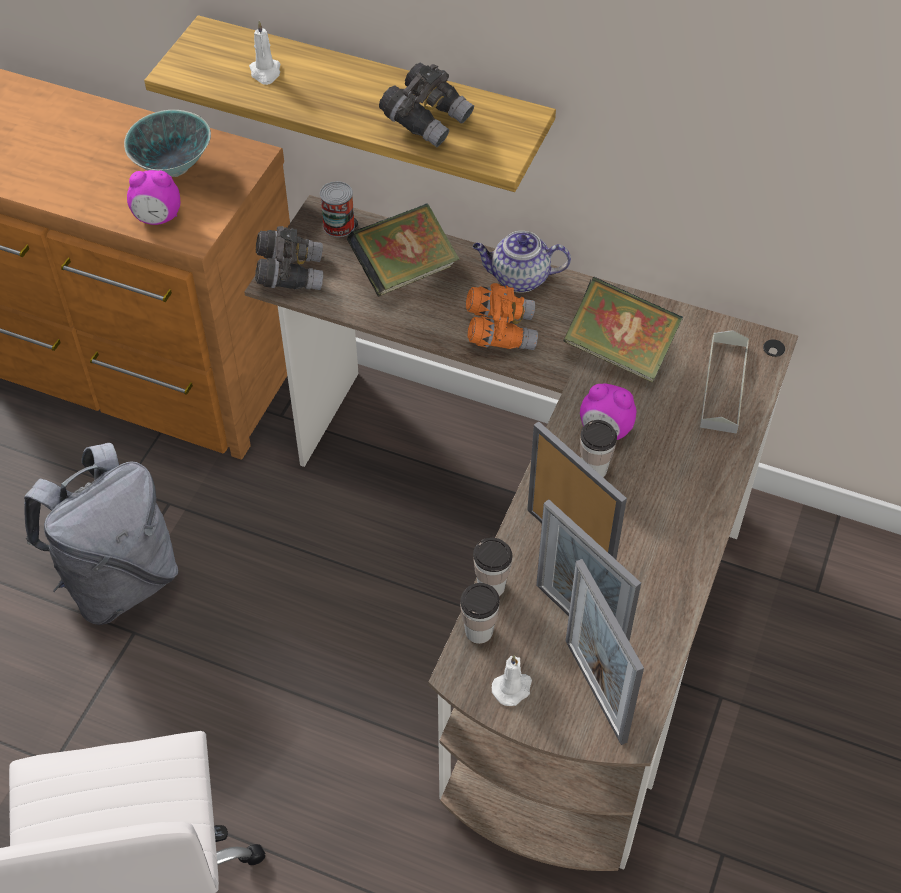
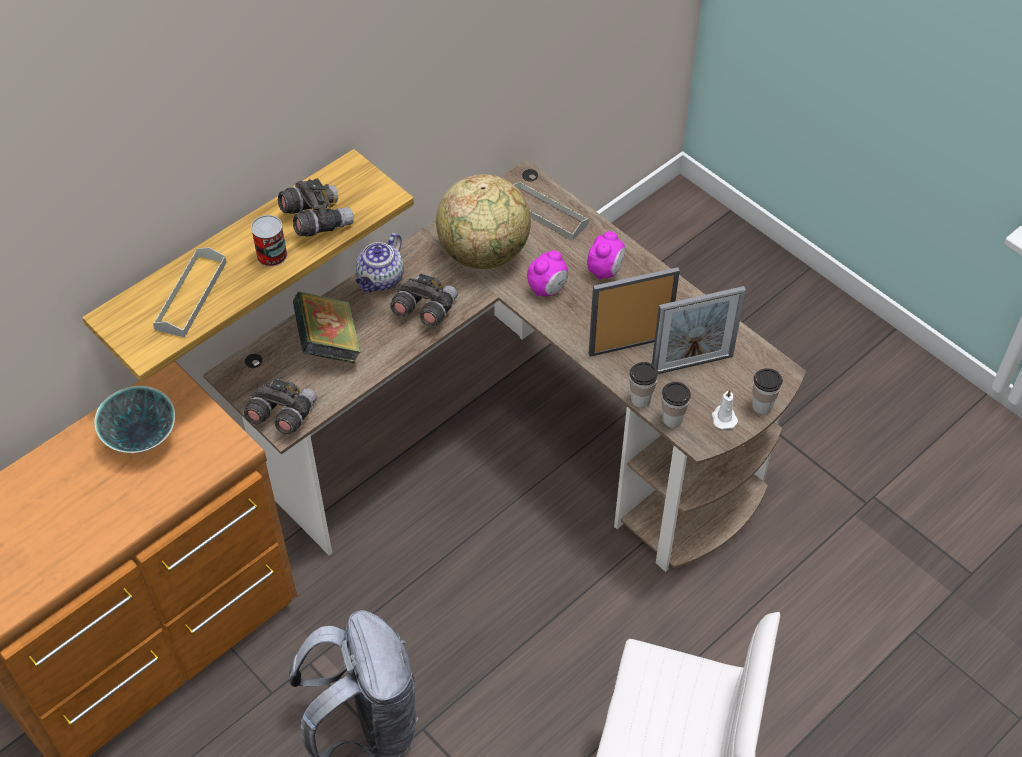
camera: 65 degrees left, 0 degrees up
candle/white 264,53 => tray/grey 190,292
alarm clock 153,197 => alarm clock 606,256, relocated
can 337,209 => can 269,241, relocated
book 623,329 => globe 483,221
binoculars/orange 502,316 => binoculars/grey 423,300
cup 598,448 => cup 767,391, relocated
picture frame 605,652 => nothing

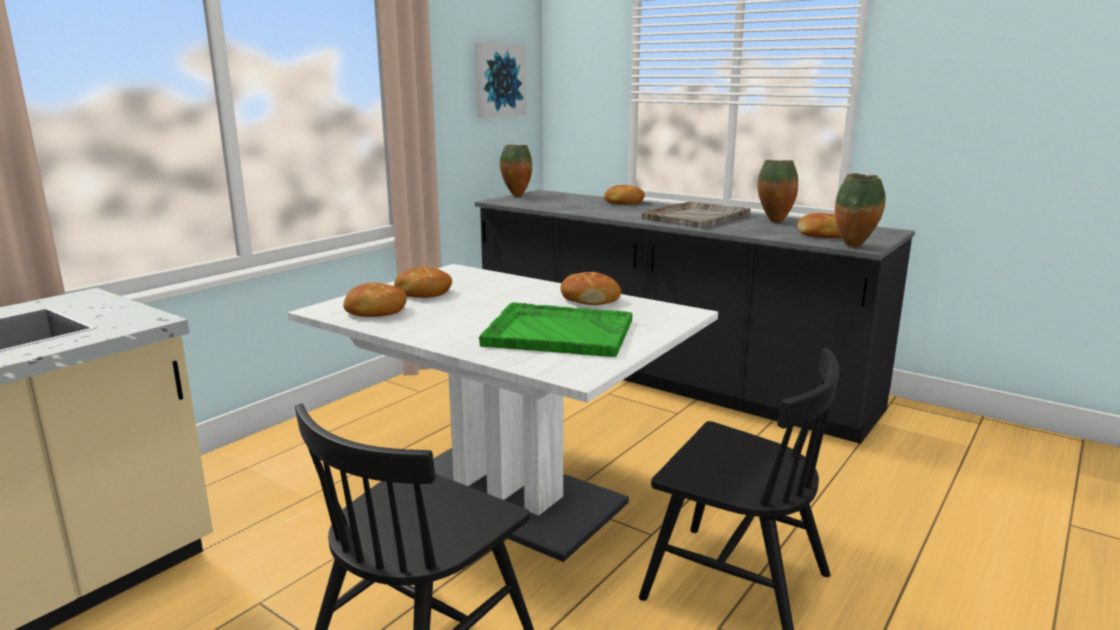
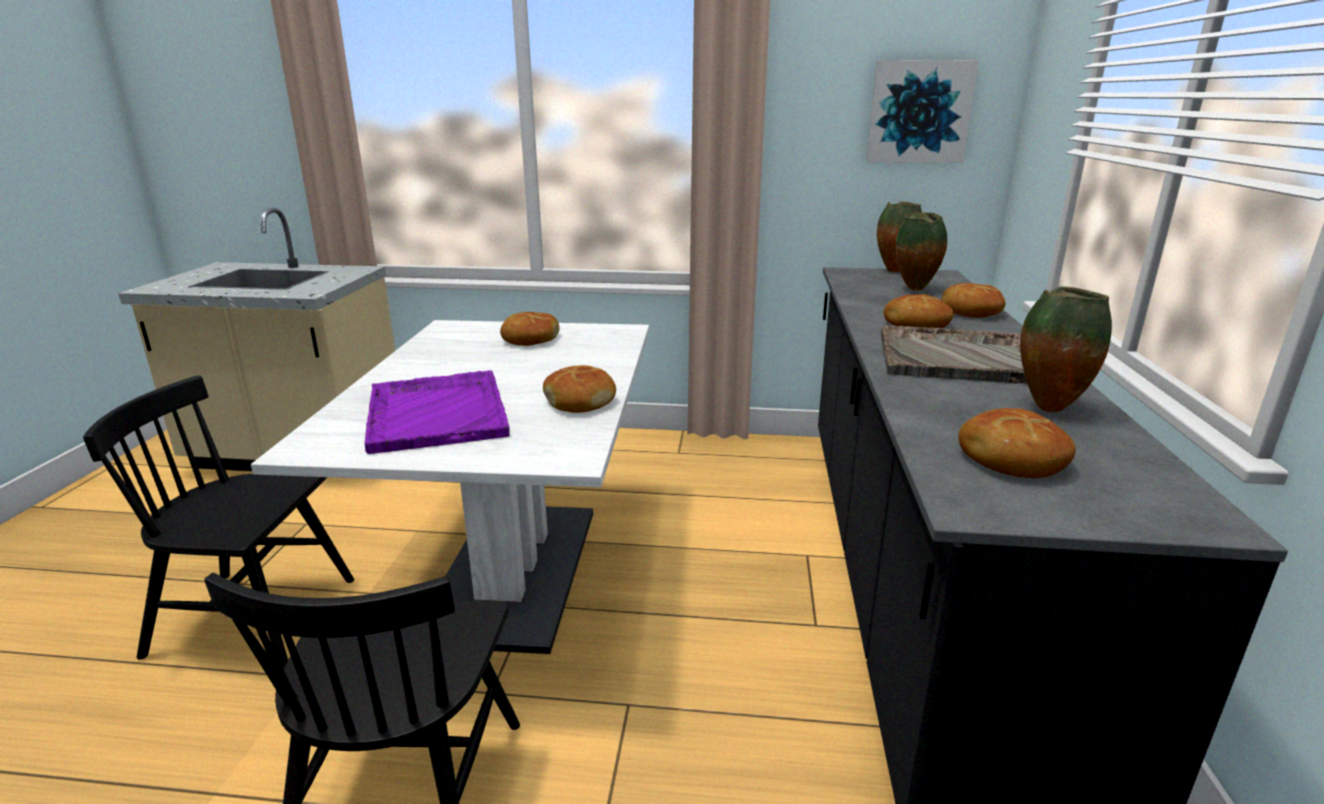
camera: 60 degrees right, 5 degrees up
vase 860,210 => vase 921,251, relocated
bread 375,300 => bread 919,311, relocated
tray/green 556,329 => tray/purple 437,412

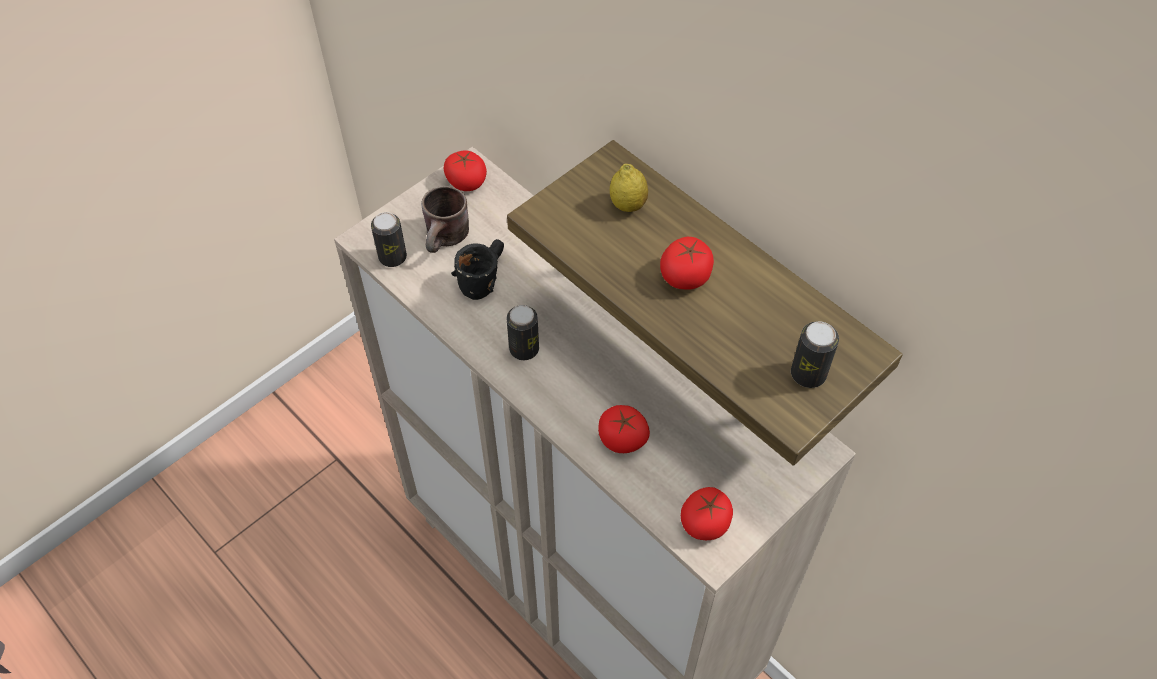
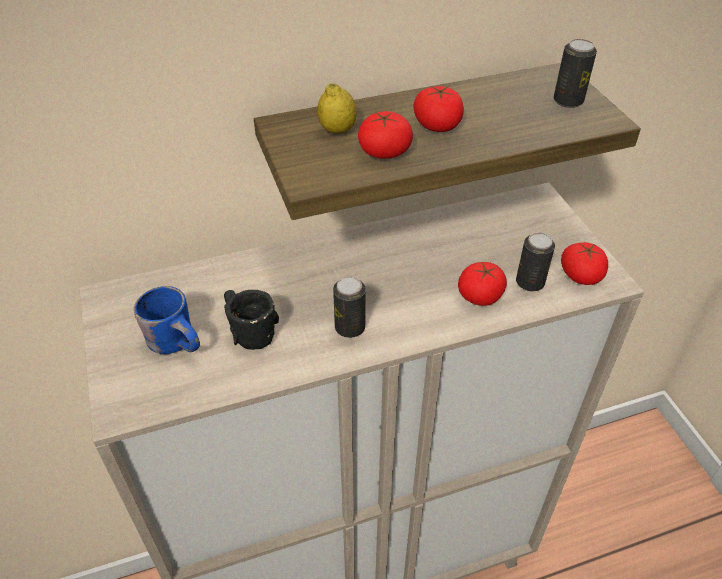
camera: 65 degrees left, 10 degrees down
tomato 465,170 => tomato 385,135, relocated
mug/brown 445,219 => mug/blue 167,320
can 389,239 => can 535,262, relocated

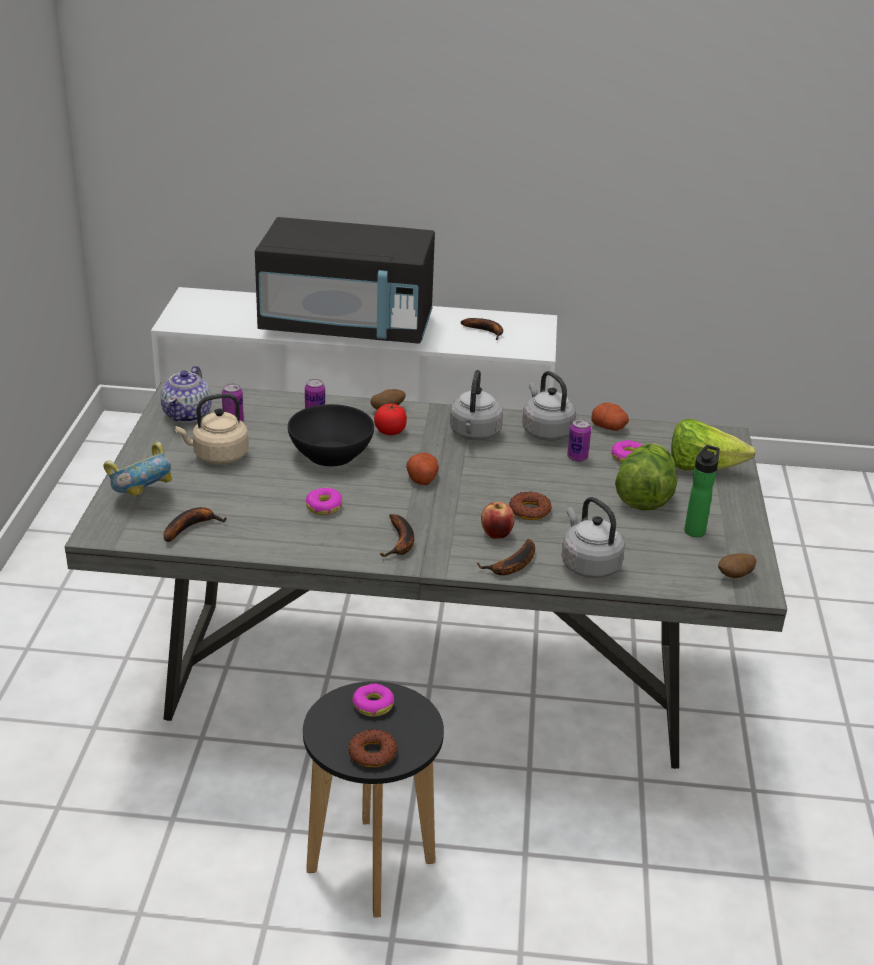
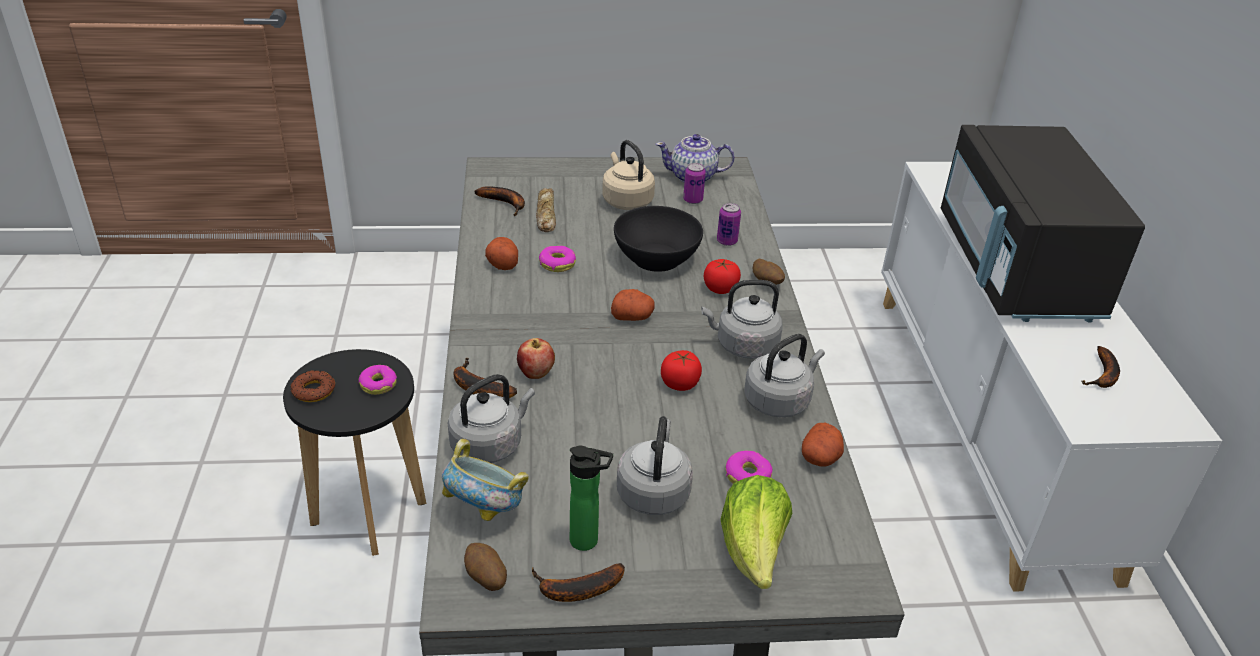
camera: 80 degrees right, 5 degrees up
can 579,440 => nothing
bowl 137,469 => bowl 485,480, relocated
lettuce 646,477 => kettle/grey 655,465
donut 530,505 => nothing
banana 397,535 => banana 578,582, relocated
nothing => bread 546,210
nothing => potato 501,253
nothing => tomato 681,370

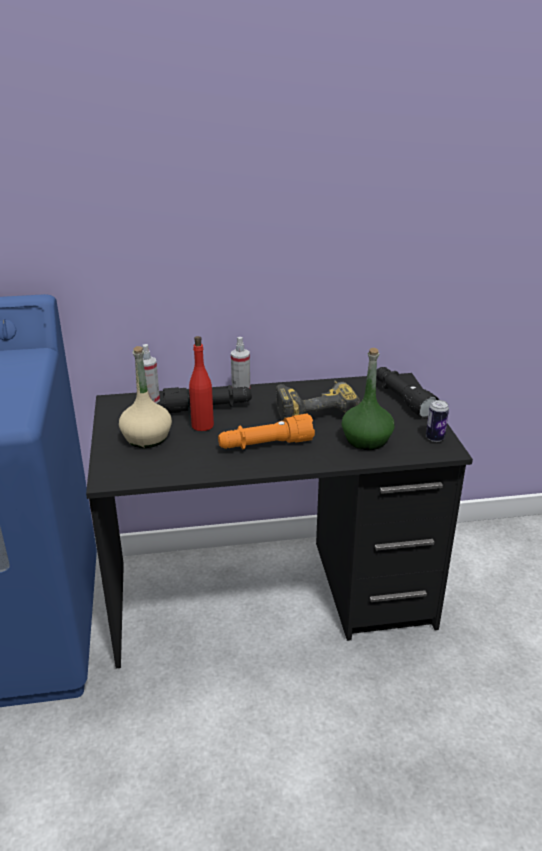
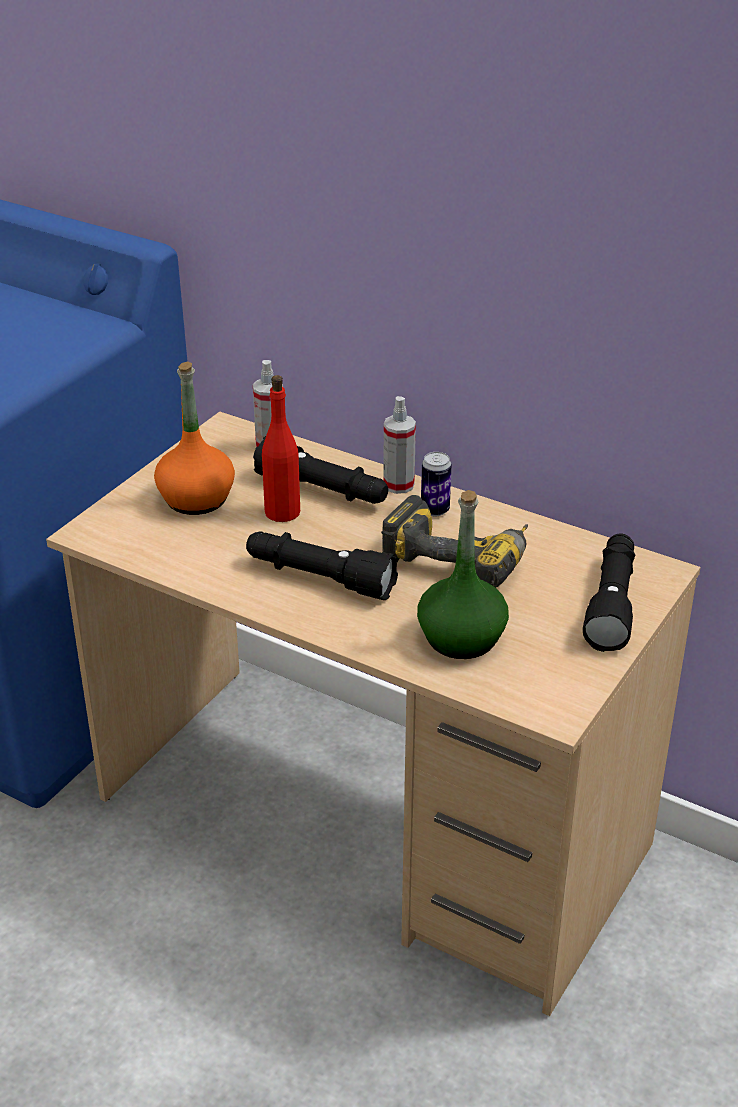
camera: 40 degrees right, 5 degrees up
bottle/beige 145,397 => bottle/orange 194,438
desk/black 279,520 => desk/beige 373,713
can 437,421 => can 436,484, relocated
flashlight/orange 266,431 => flashlight/black 322,565

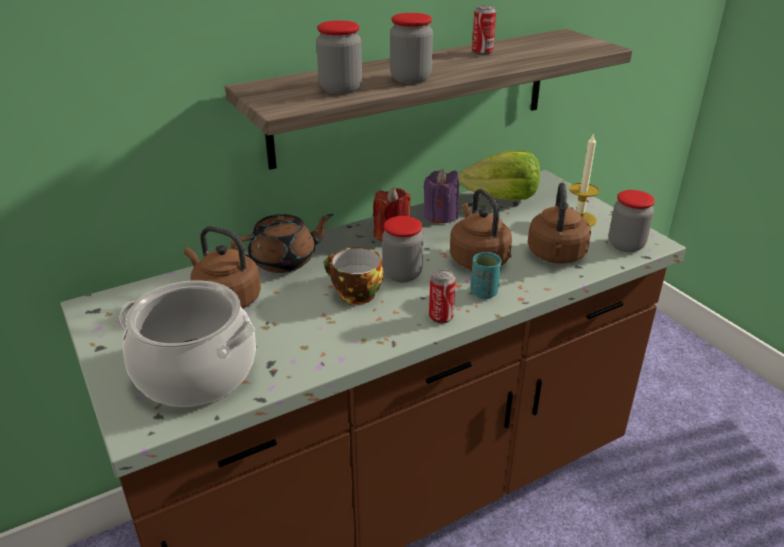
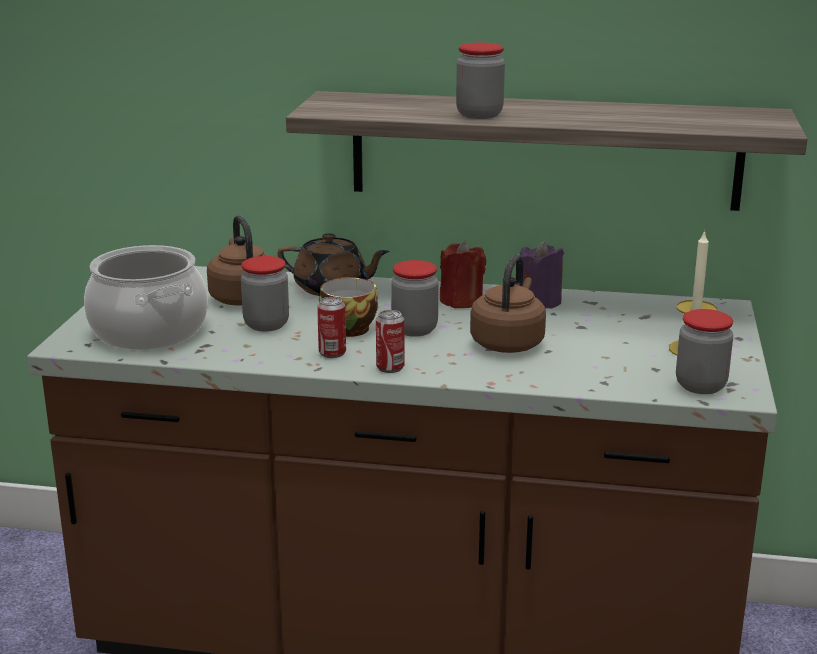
camera: 40 degrees right, 10 degrees down
can 484,30 => can 331,327, relocated
jar 339,57 => jar 265,294, relocated
lettuce 499,175 => nothing
kettle/brown 559,223 => nothing
cup/turquoise 485,275 => nothing

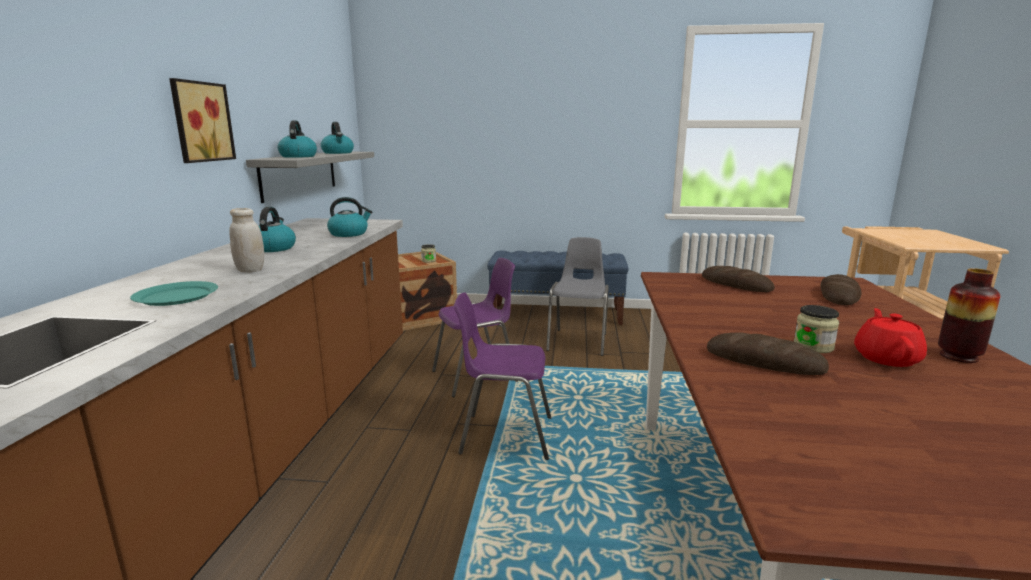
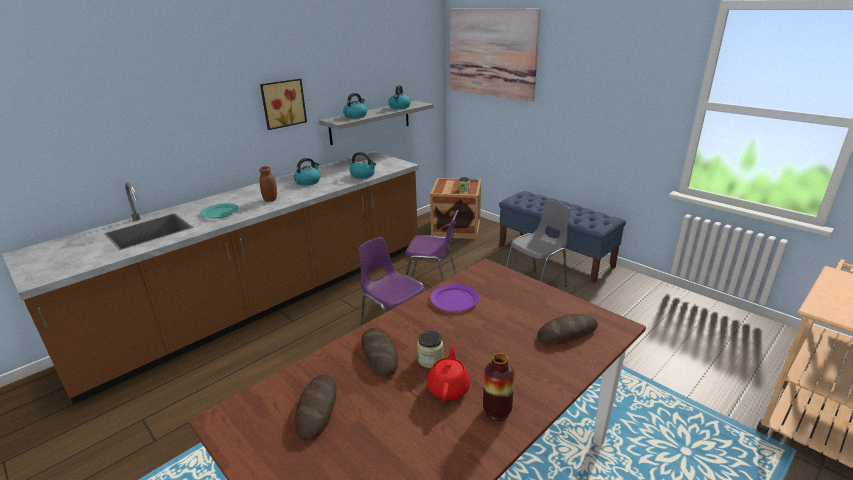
camera: 40 degrees right, 10 degrees up
jar/white 246,240 => jar/brown 268,184
bread 738,279 => bread 315,408, relocated
teapot/red 890,337 => teapot/red 448,373, 45 degrees counterclockwise
nothing => picture 495,54
nothing => plate/purple 455,297

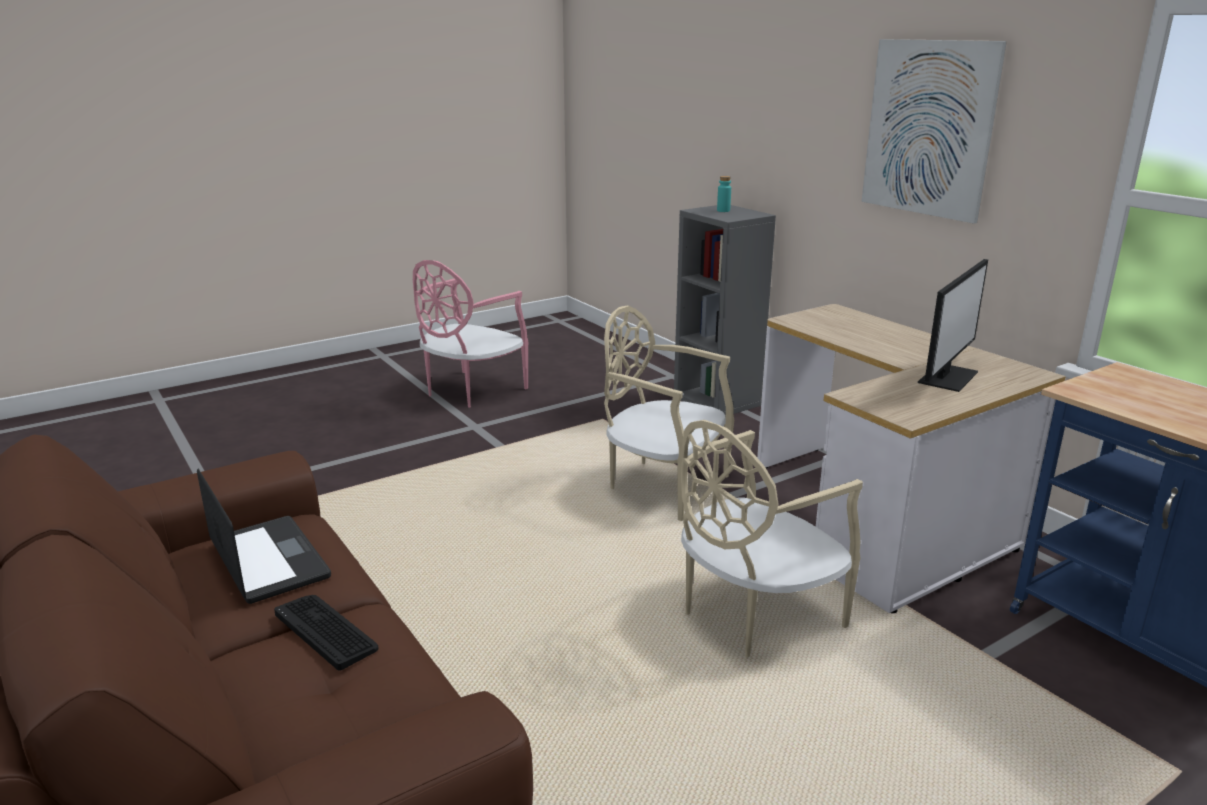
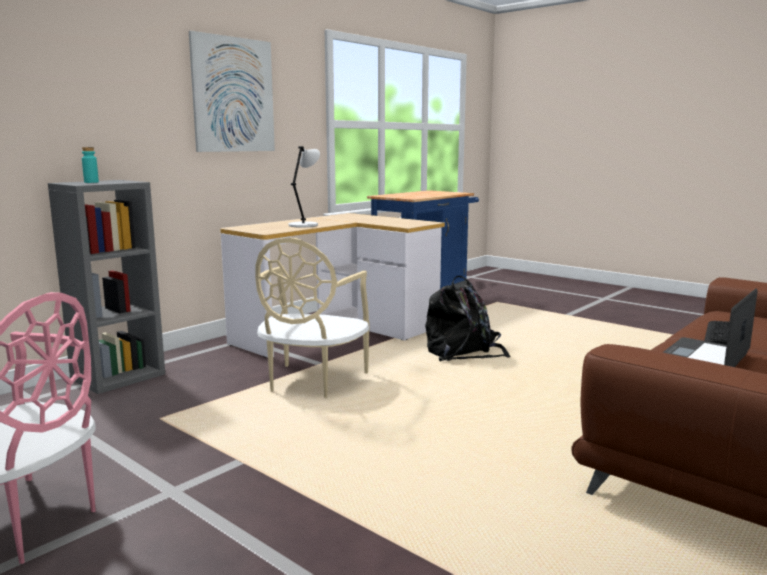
camera: 105 degrees left, 10 degrees down
monitor 953,325 => nothing
chair/beige 772,539 => backpack/black 468,318
nothing => table lamp/grey 304,186

